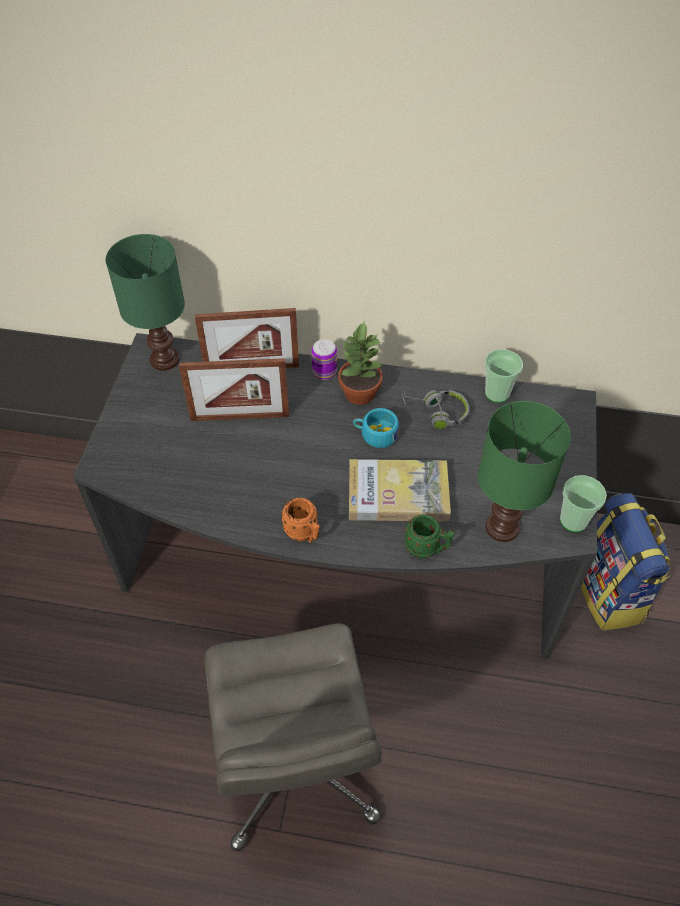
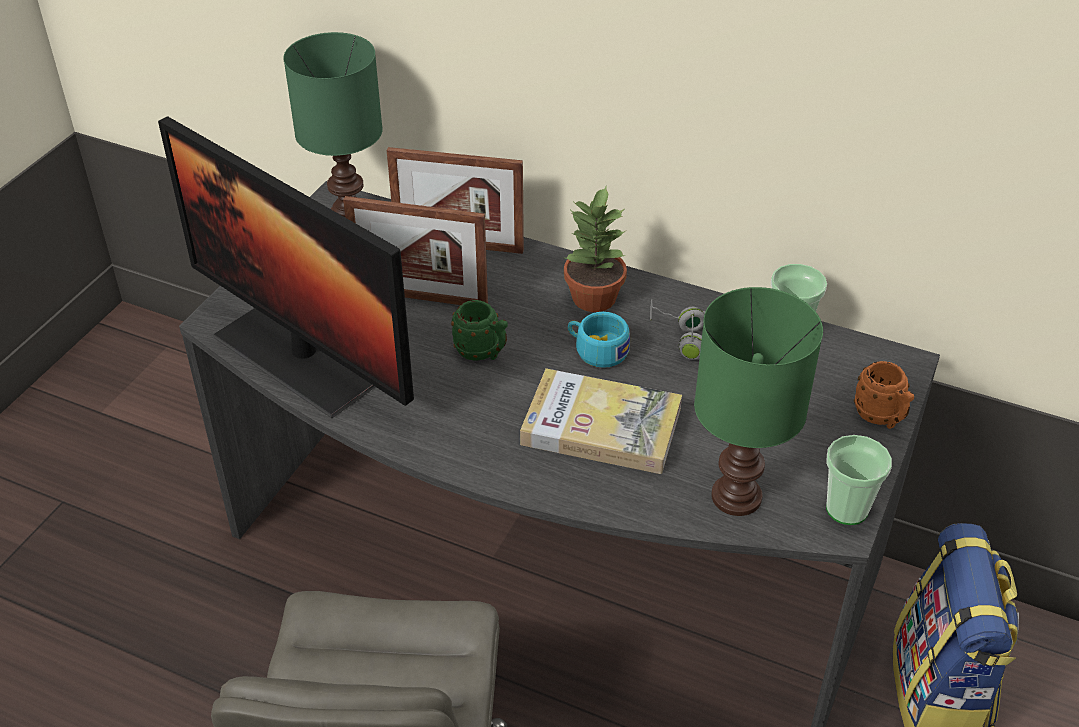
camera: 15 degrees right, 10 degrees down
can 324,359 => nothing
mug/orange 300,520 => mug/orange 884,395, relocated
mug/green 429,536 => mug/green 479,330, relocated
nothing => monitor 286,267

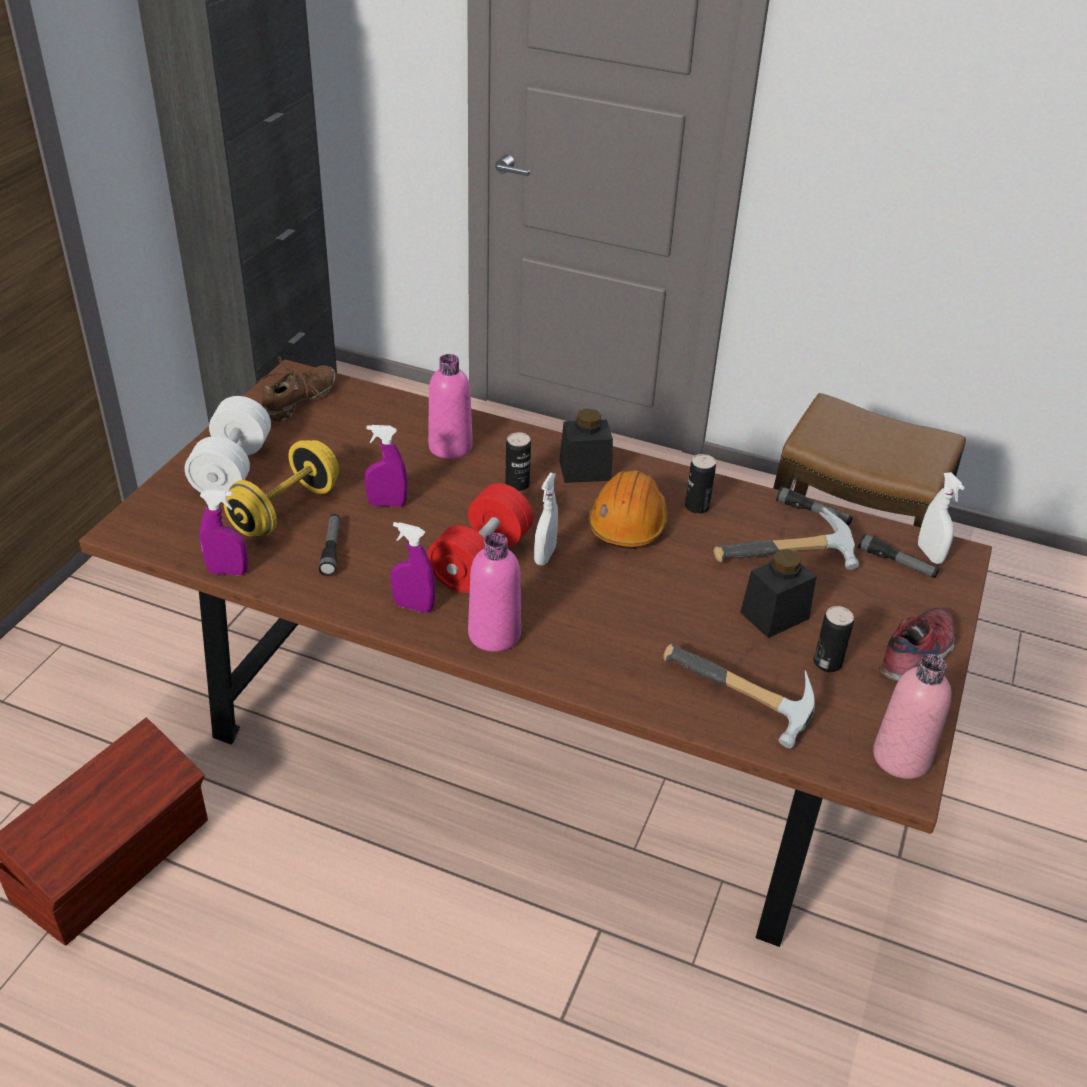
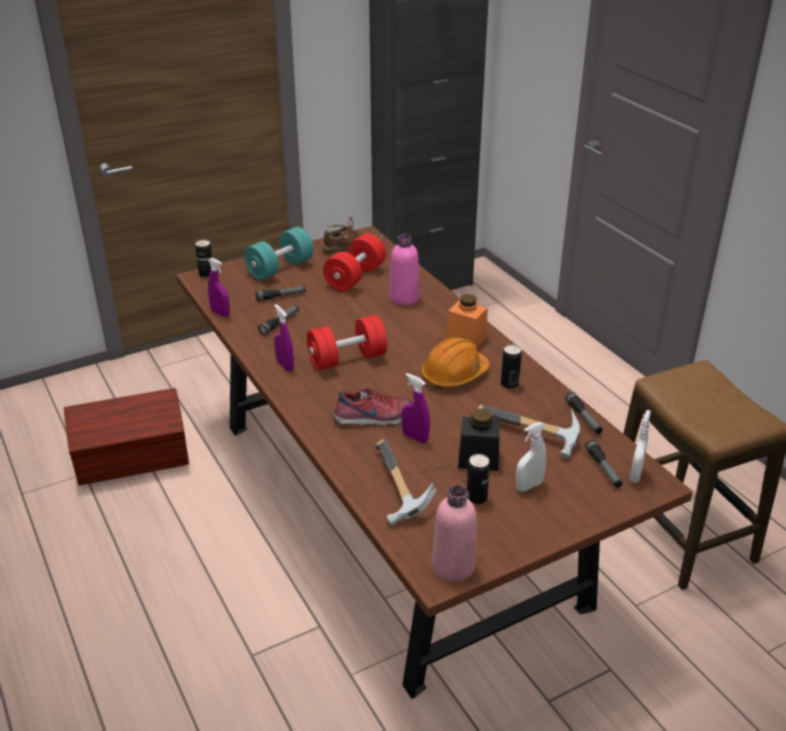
camera: 40 degrees right, 5 degrees down
dumbbell/white 228,444 => dumbbell/turquoise 279,253
jar/black 586,445 => jar/orange 466,321
spray bottle/purple 386,466 => spray bottle/purple 415,408, relocated
can 518,462 => can 203,259, relocated
dumbbell/yellow 281,488 => flashlight 280,293
spray bottle/white 546,519 => spray bottle/white 531,457, relocated
bottle/pink 494,592 => nothing
shoe 916,645 => shoe 373,406, relocated
nothing => dumbbell/red 354,262

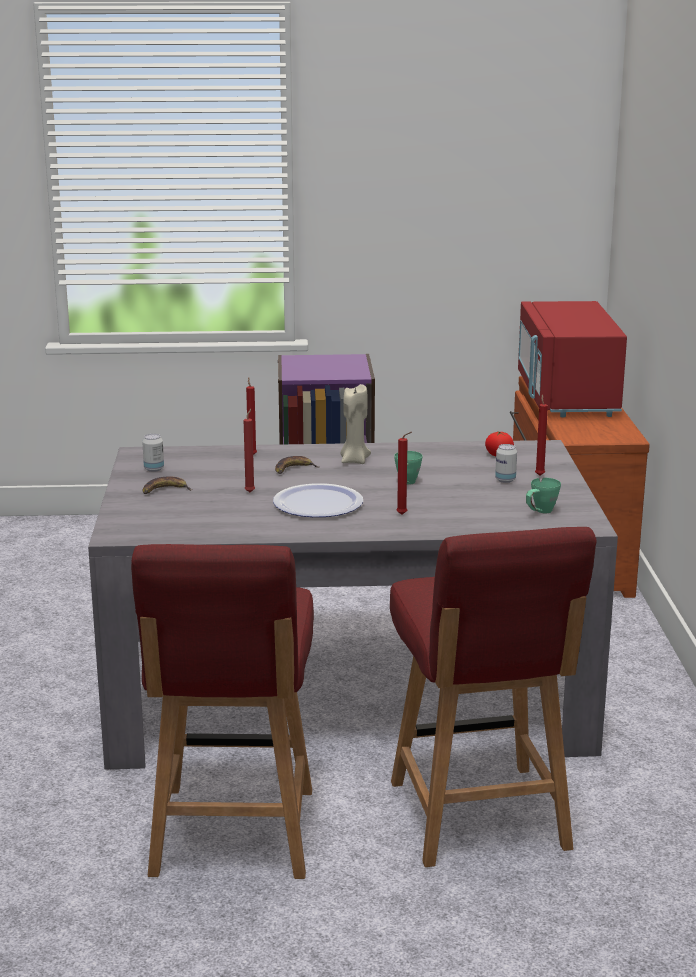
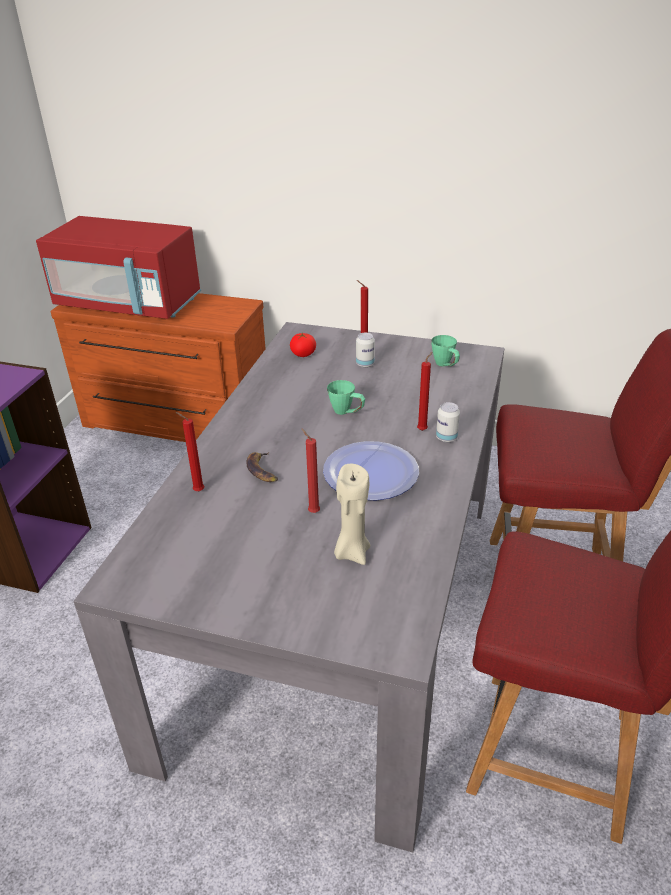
camera: 70 degrees left, 15 degrees up
candle/beige 356,424 => candle/beige 352,514, relocated
can 153,453 => can 448,422, relocated
banana 167,485 => nothing

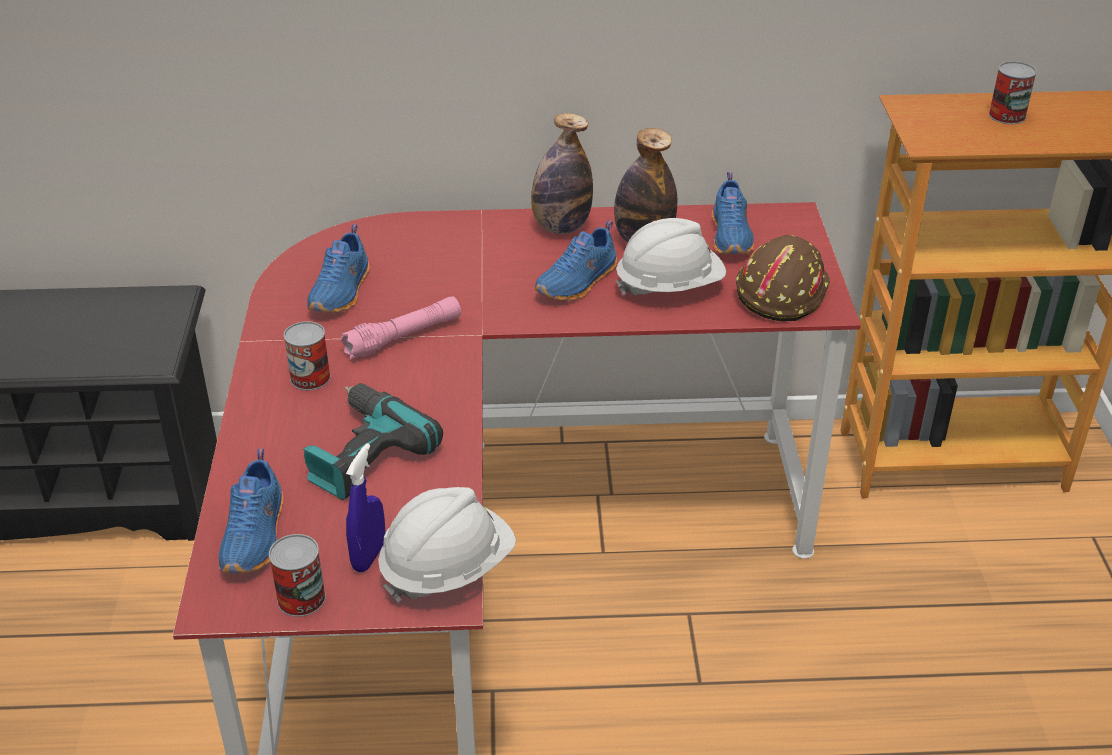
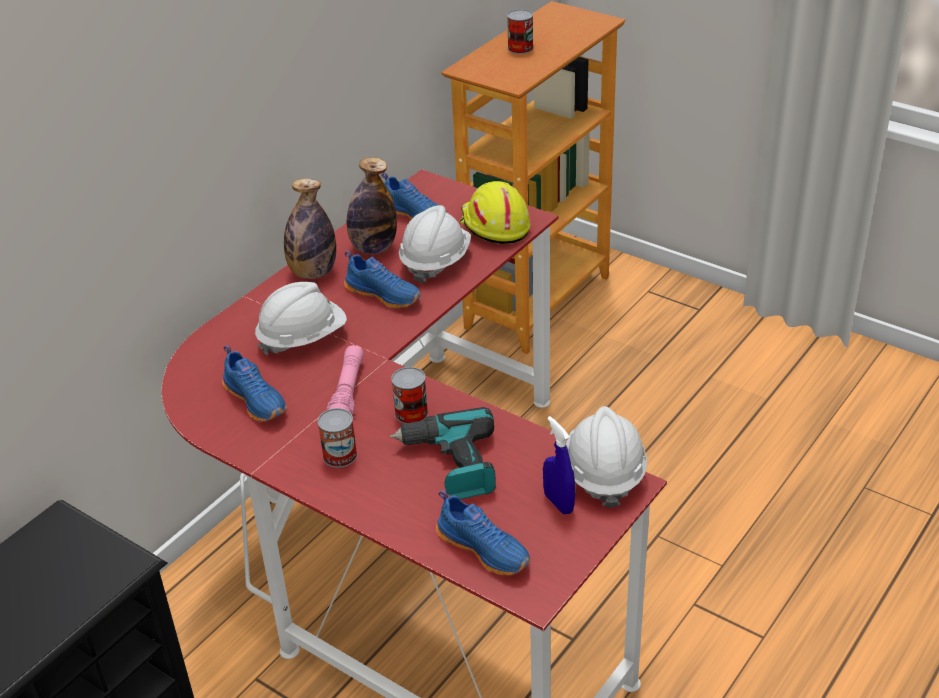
camera: 50 degrees left, 0 degrees up
shoe/blue 576,260 => shoe/blue 382,280, 45 degrees counterclockwise
hard hat/brown 783,278 => hard hat/yellow 495,212
can 297,575 => can 409,395, relocated
nothing => hard hat/white 301,318

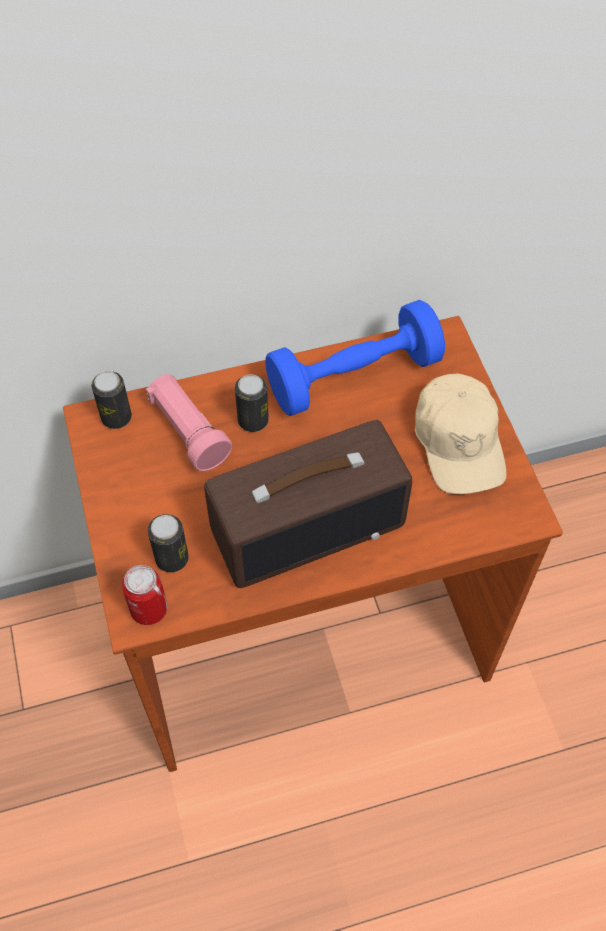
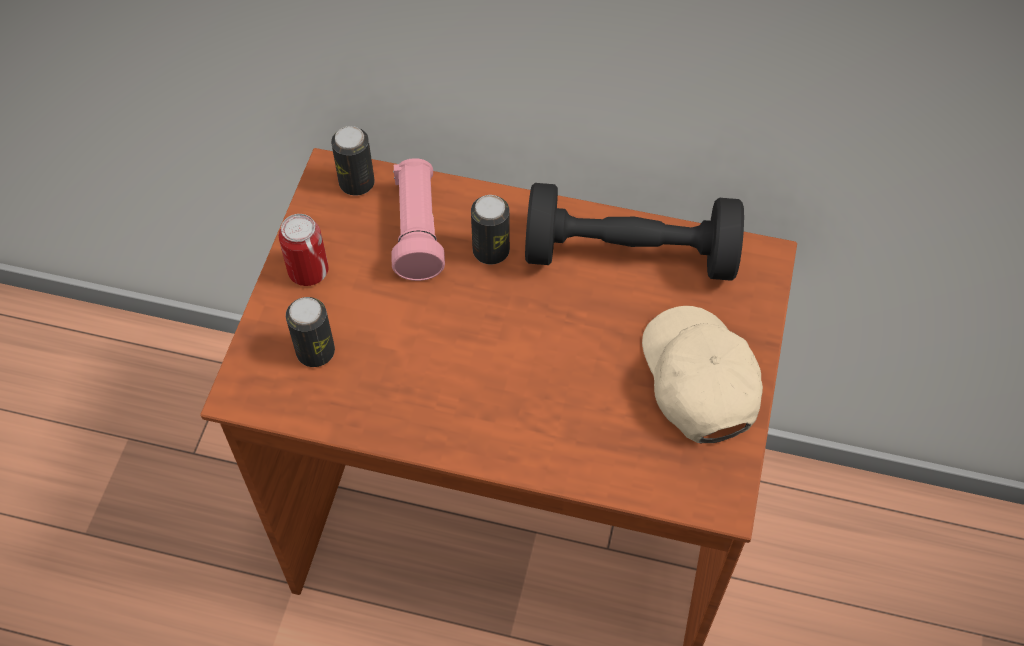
camera: 30 degrees right, 0 degrees up
dumbbell/blue 355,358 => dumbbell/black 634,232
cap/beige 460,434 => cap/beige 702,374, 150 degrees clockwise
radio 308,504 => nothing
can 145,595 => can 304,250, relocated

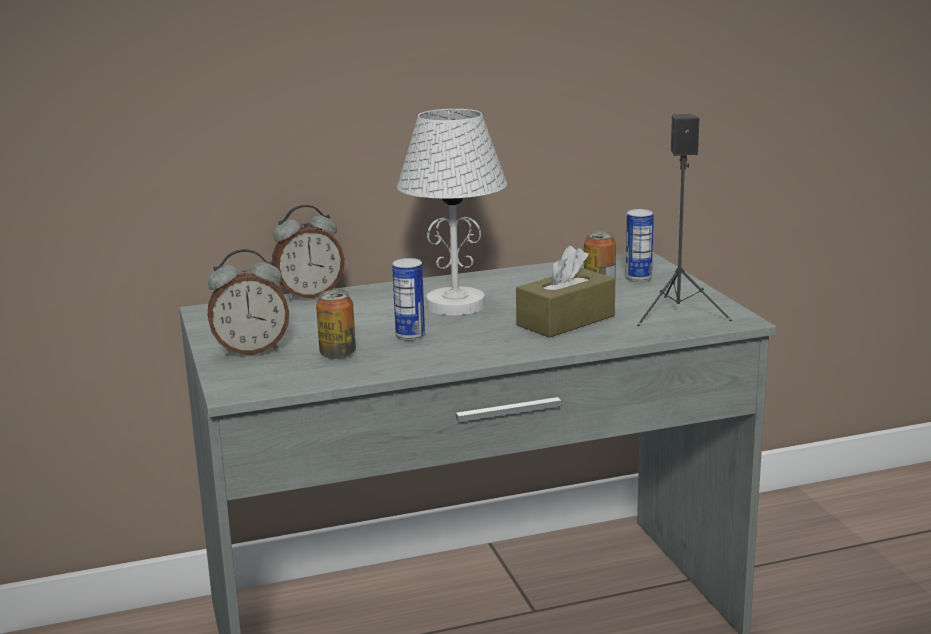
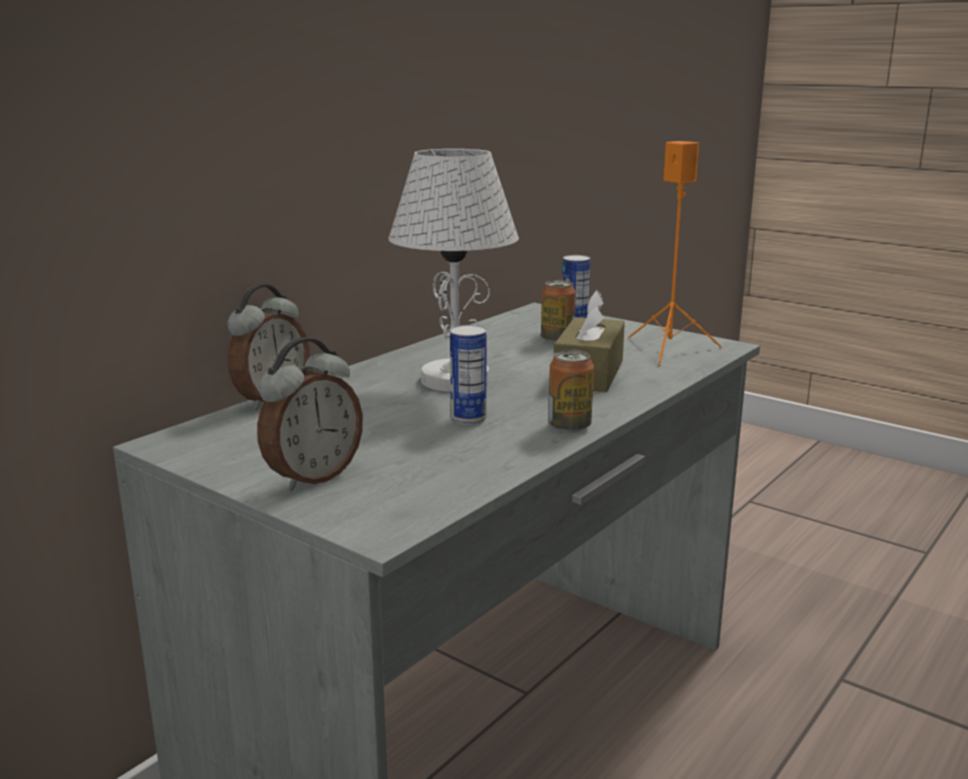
camera: 35 degrees left, 0 degrees up
speaker/black 684,220 => speaker/orange 675,253
can 336,324 => can 571,391, relocated

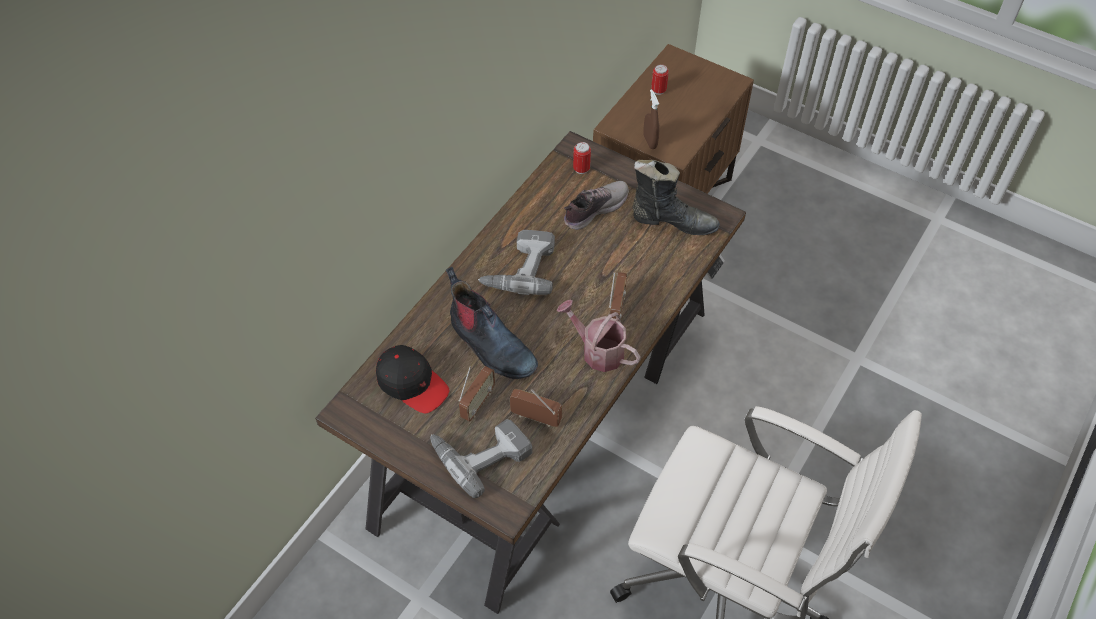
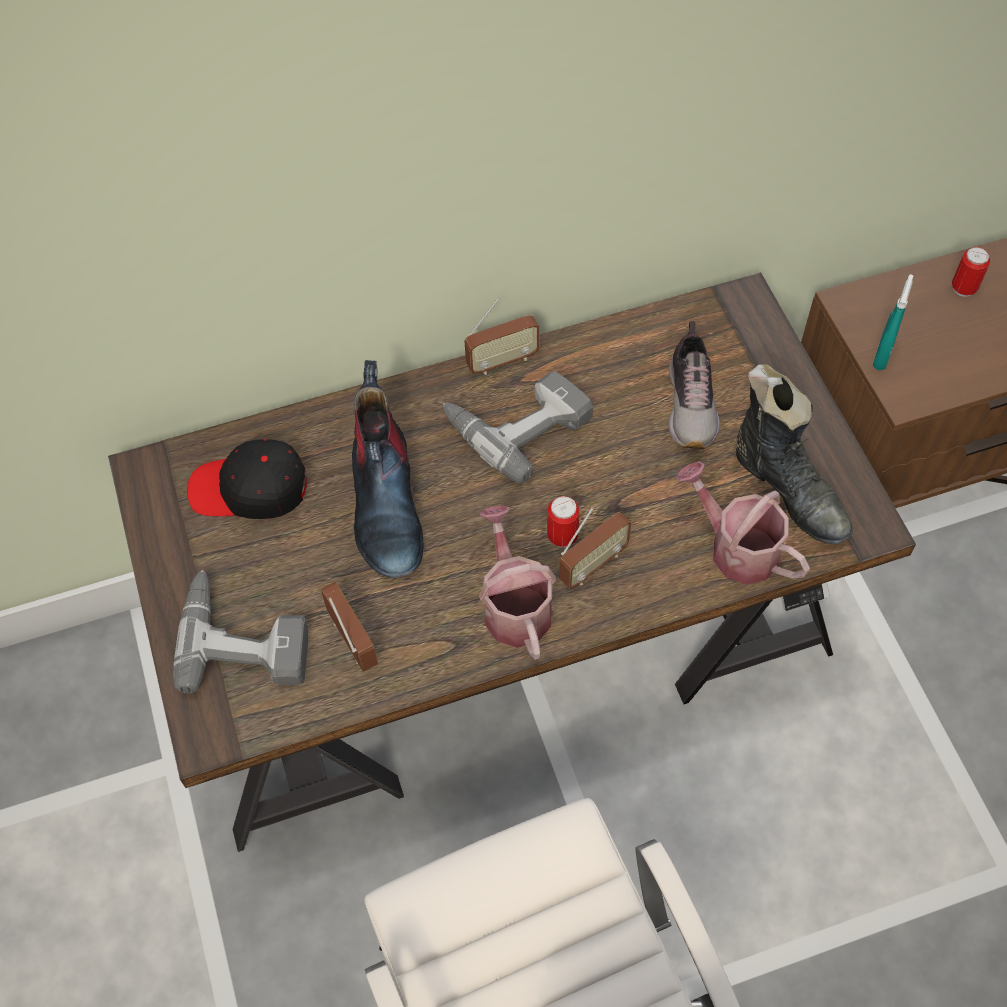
camera: 40 degrees right, 5 degrees up
spray bottle/brown 651,119 => spray bottle/turquoise 893,322
can 582,158 => can 563,521, relocated
shoe 596,205 => shoe 694,385, 90 degrees clockwise
cap/black 412,379 => cap/black 247,479, 105 degrees clockwise
radio 477,393 => radio 502,336, relocated
nothing => watering can 743,522

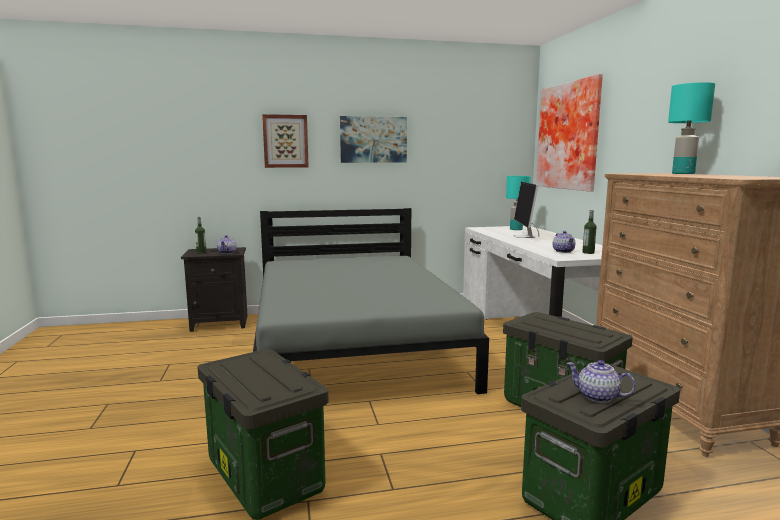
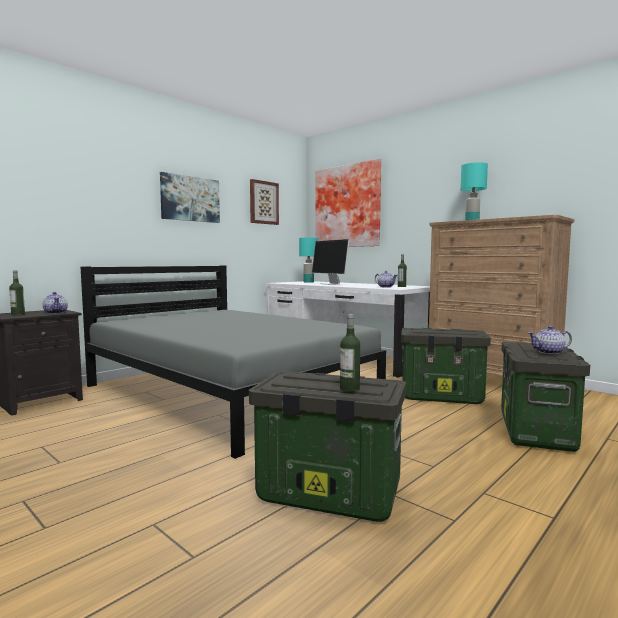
camera: 35 degrees left, 5 degrees down
picture 285,141 => picture 264,202, relocated
nothing => bottle 350,353

